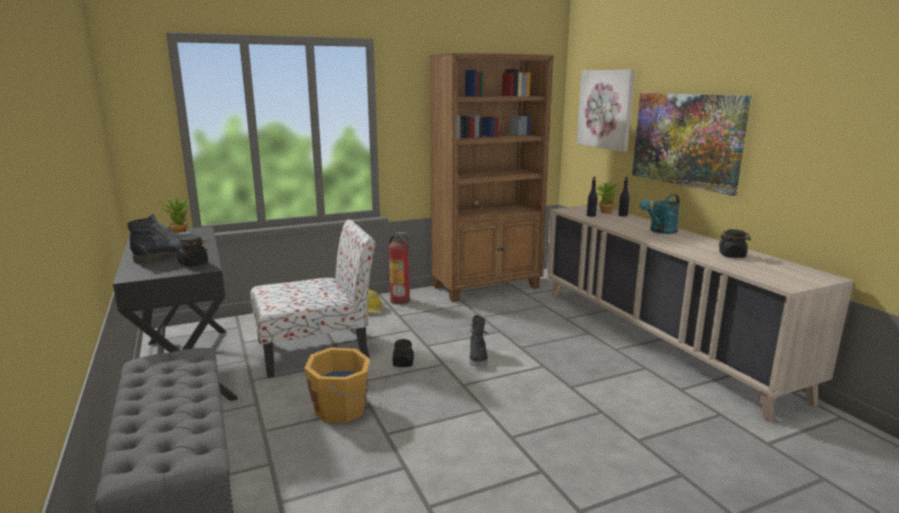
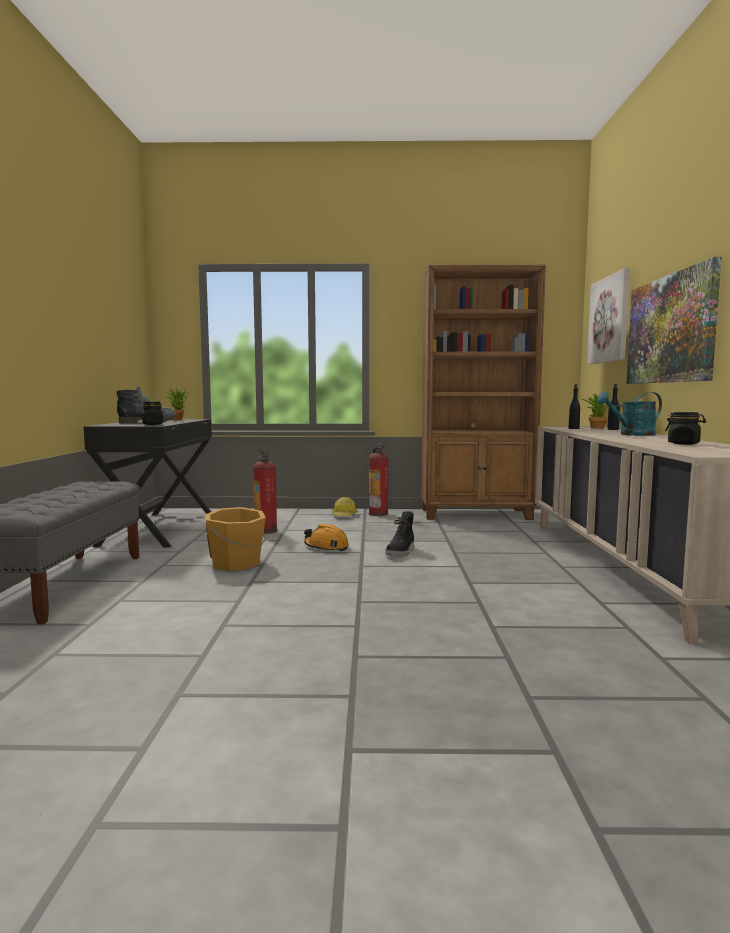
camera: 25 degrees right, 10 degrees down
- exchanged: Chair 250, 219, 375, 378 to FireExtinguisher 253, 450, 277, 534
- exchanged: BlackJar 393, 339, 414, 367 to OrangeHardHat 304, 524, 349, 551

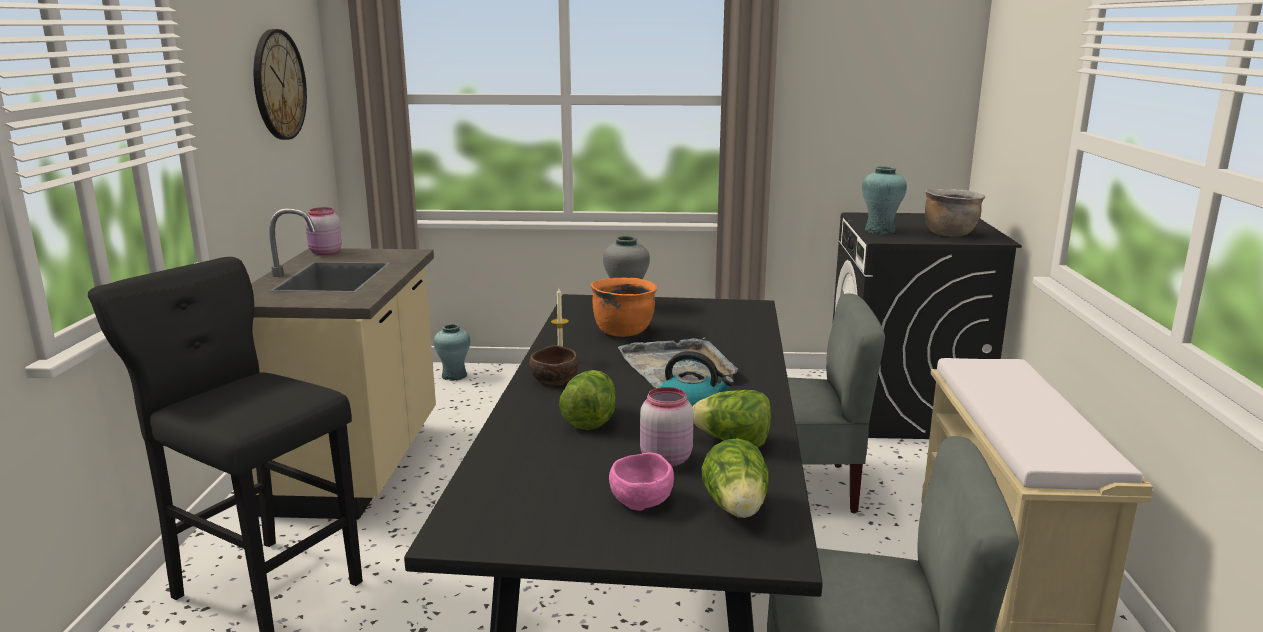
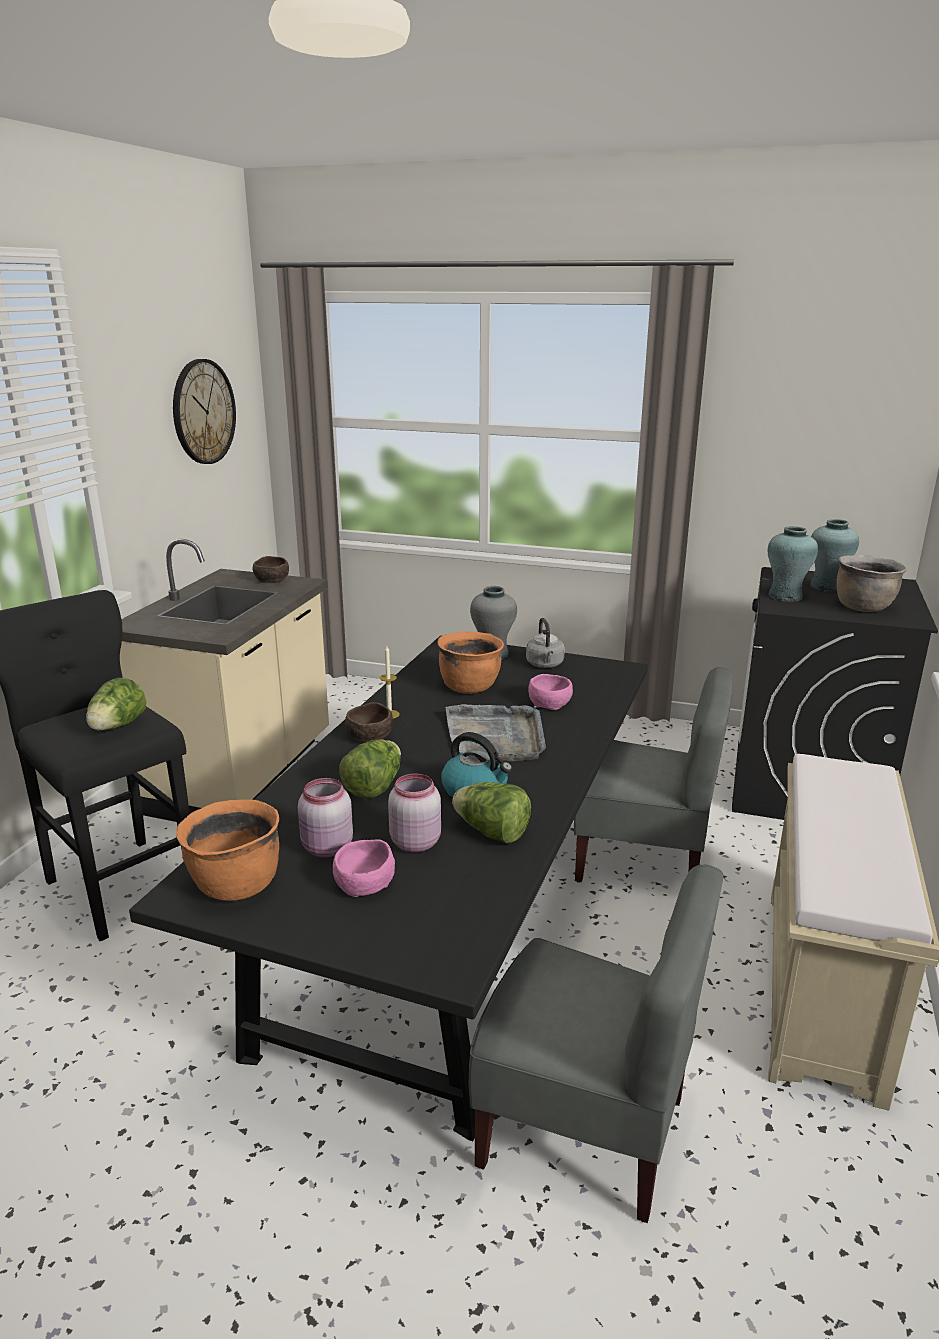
camera: 15 degrees right, 5 degrees up
- relocated: PinkJar 305, 207, 342, 255 to 298, 778, 353, 857
- relocated: TurquoiseVase 434, 324, 470, 381 to 810, 519, 859, 592
- relocated: Lettuce 701, 438, 769, 518 to 86, 678, 146, 731
- appeared: OrangeCookingPot 176, 799, 279, 901
- appeared: BrownBowl 253, 556, 289, 583
- appeared: GreyKettle 526, 618, 565, 668
- appeared: PinkBowl 528, 674, 573, 710

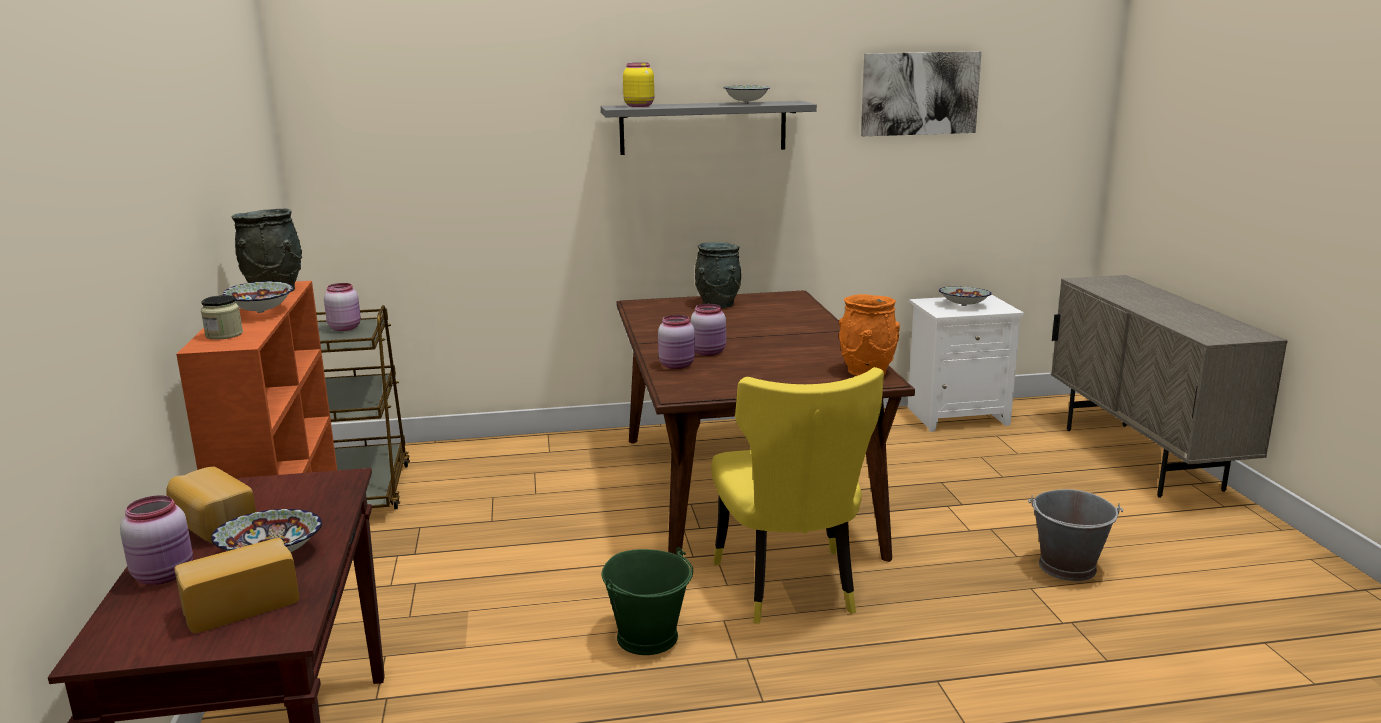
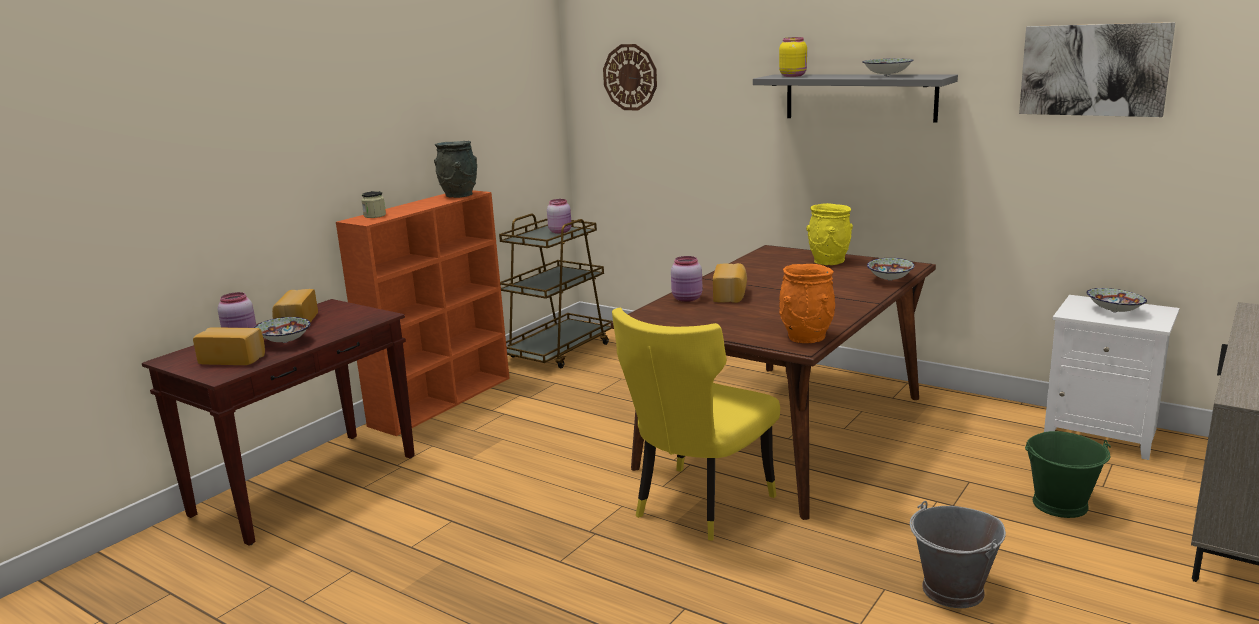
camera: 45 degrees right, 0 degrees up
- relocated: Bowl 223, 281, 293, 313 to 867, 258, 915, 281
- relocated: GreenBucket 602, 547, 693, 655 to 1025, 431, 1111, 518
- exchanged: PinkJar 691, 304, 726, 356 to Bread 713, 263, 747, 303
- colour: GreyVase 695, 242, 741, 308 to YellowVase 806, 203, 853, 265
- appeared: WallClock 603, 44, 657, 111

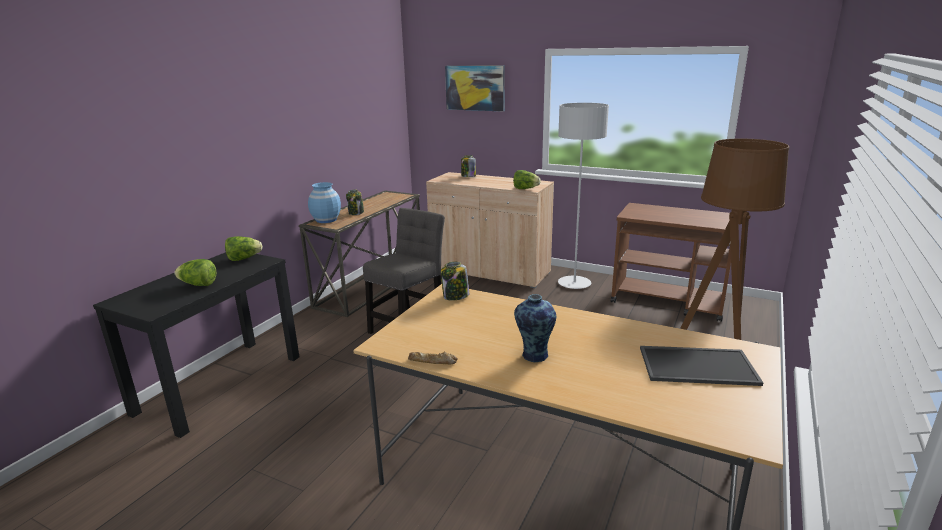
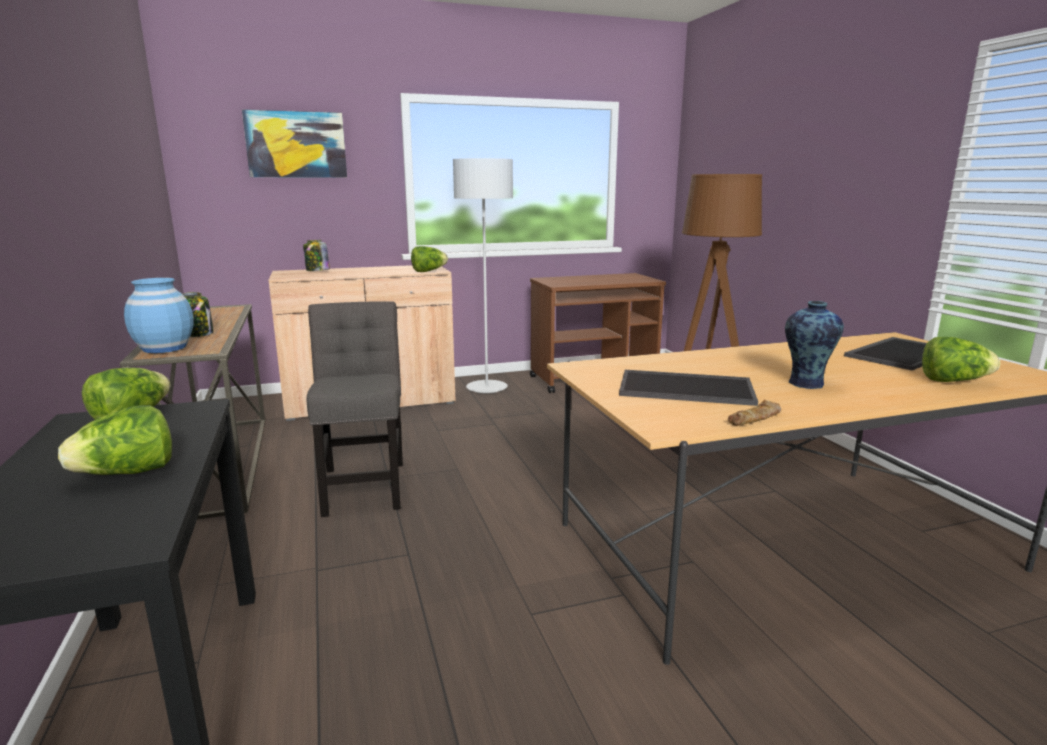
camera: 45 degrees left, 5 degrees down
- missing: Jar 441, 262, 469, 301
- appeared: Tray 619, 370, 758, 406
- appeared: Lettuce 922, 337, 1000, 382

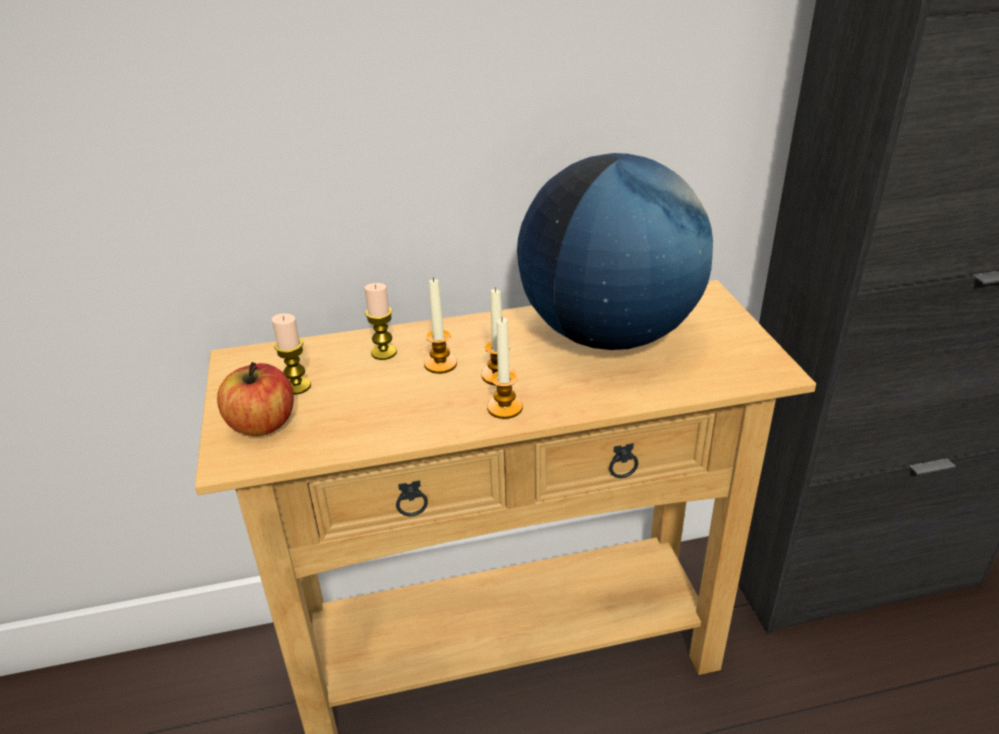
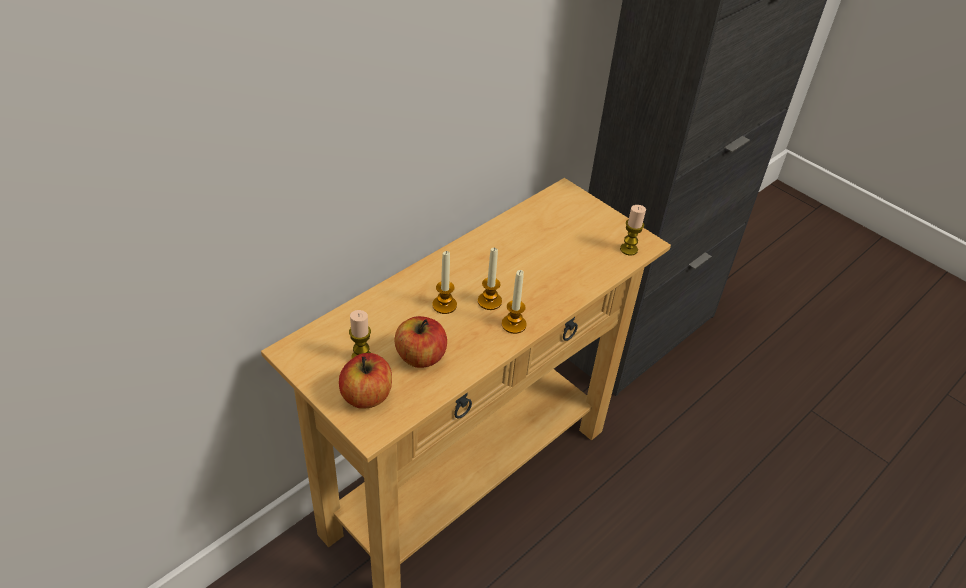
camera: 35 degrees left, 10 degrees up
- relocated: Candle 364, 283, 397, 360 to 620, 205, 646, 256
- missing: Globe 517, 153, 713, 350
- appeared: Apple 394, 316, 447, 368

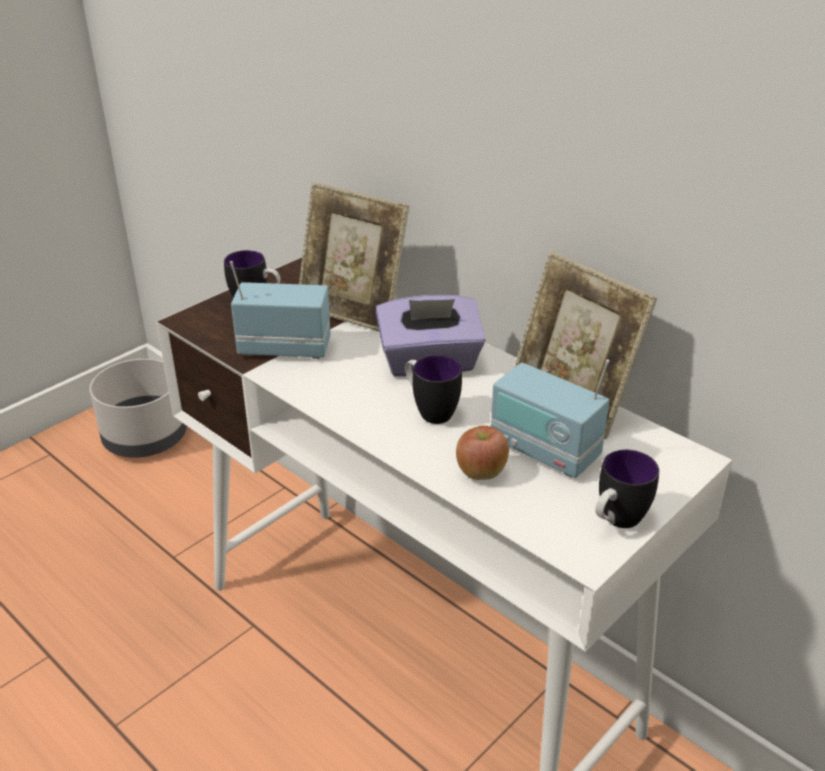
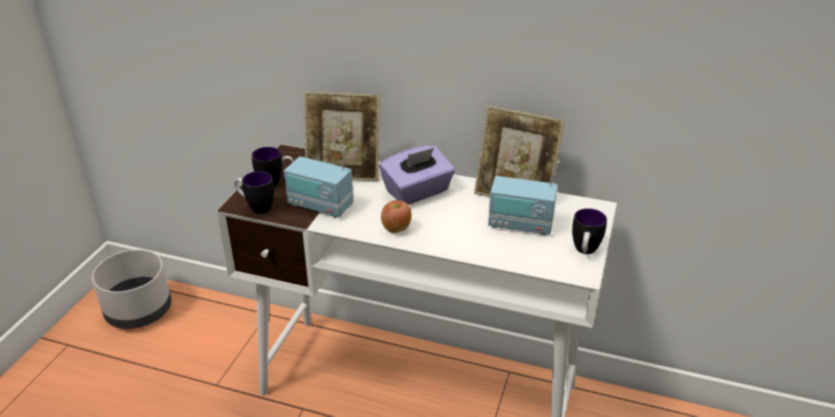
camera: 25 degrees left, 0 degrees up
- spun: Radio 230, 261, 331, 359 = 284, 146, 354, 218 135 degrees counterclockwise
- relocated: Mug 405, 355, 462, 424 to 234, 171, 274, 214
- relocated: Apple 456, 426, 509, 480 to 381, 200, 412, 233

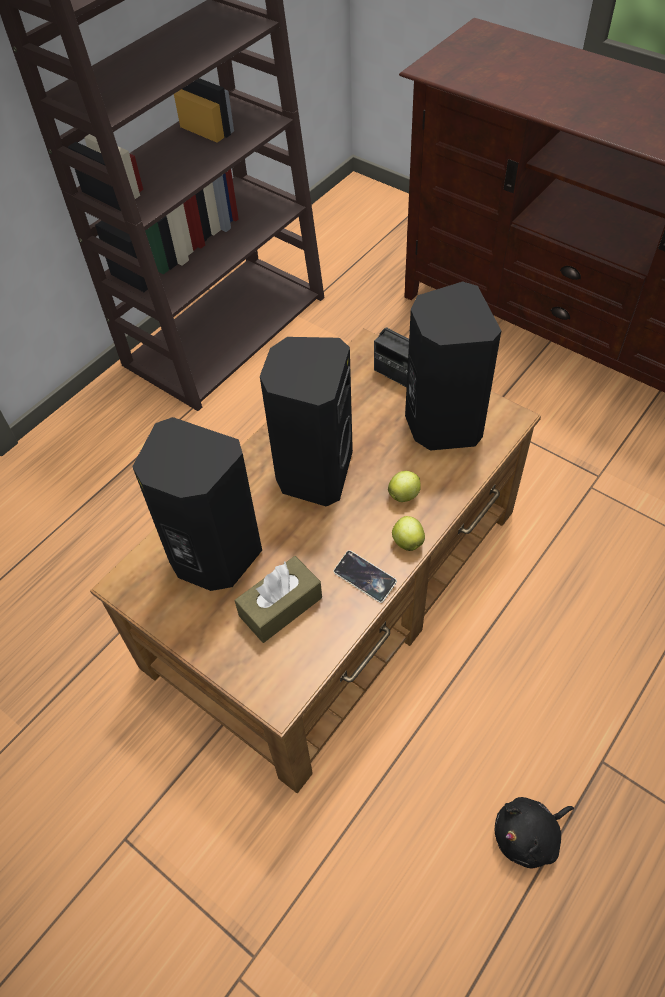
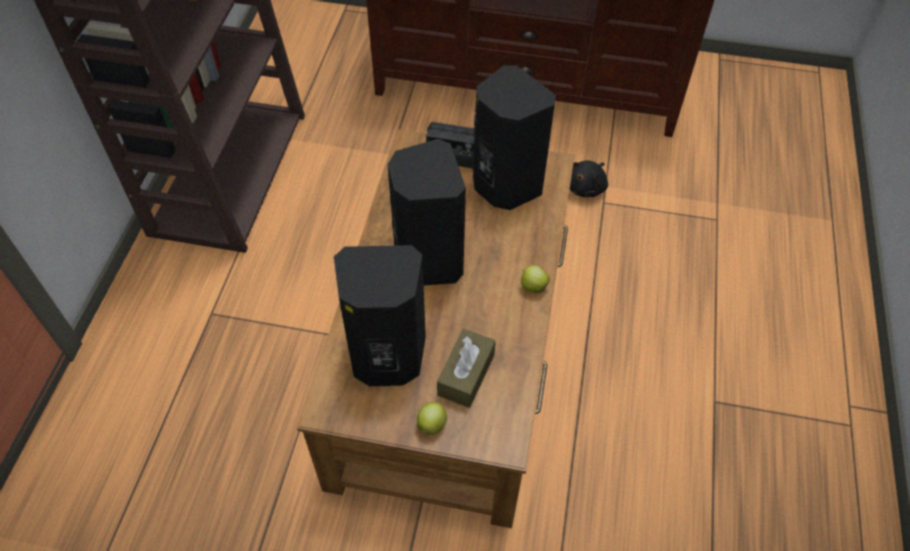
camera: 30 degrees left, 0 degrees up
- missing: Phone 333, 550, 397, 603
- relocated: Apple 388, 471, 421, 502 to 417, 402, 447, 435
- relocated: BlackPlushToy 495, 797, 574, 868 to 570, 160, 608, 197

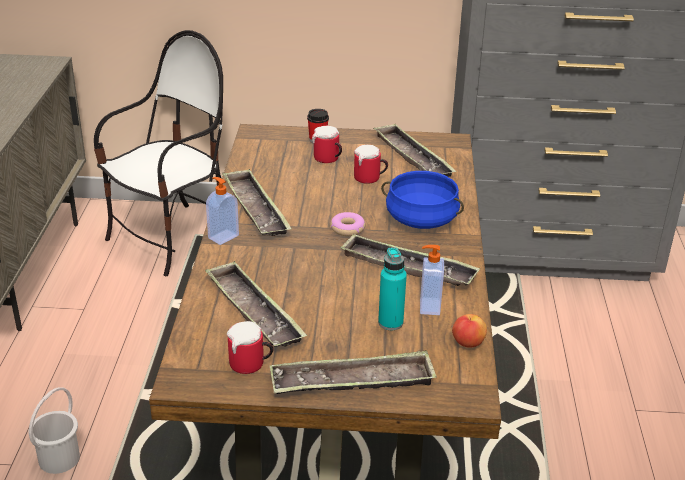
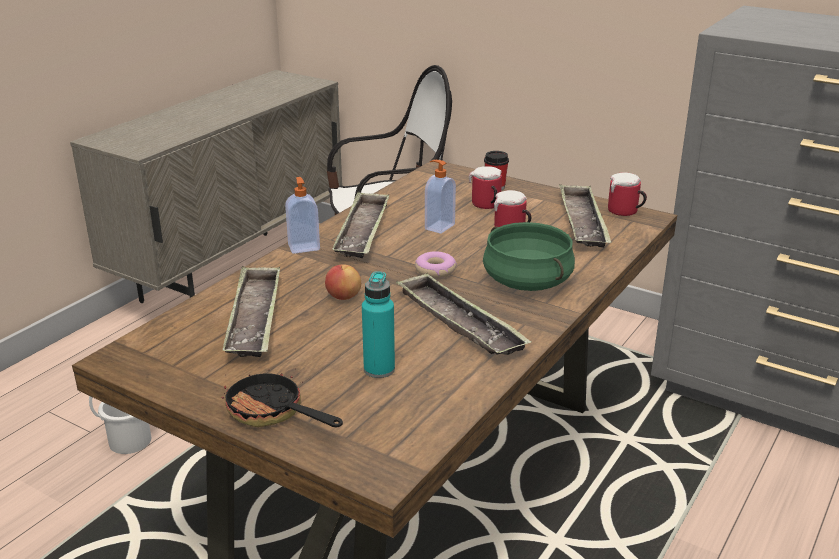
camera: 30 degrees right, 5 degrees down
- relocated: Mug 227, 321, 273, 374 to 608, 172, 647, 216
- exchanged: Tray 270, 350, 437, 394 to FryingPan 221, 368, 343, 427
- colour: BlueCookingPot 381, 171, 464, 229 to GreenCookingPot 483, 222, 575, 291
- relocated: SoapDispenser 420, 245, 444, 315 to 425, 160, 456, 234
- relocated: Apple 452, 314, 487, 348 to 325, 264, 361, 300

